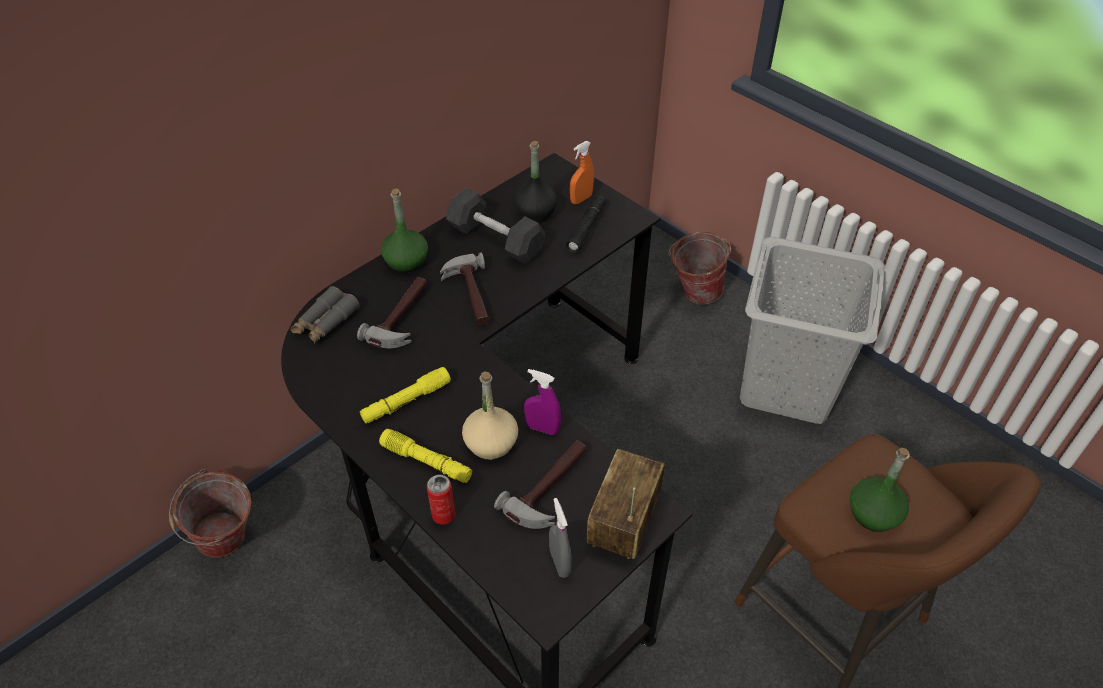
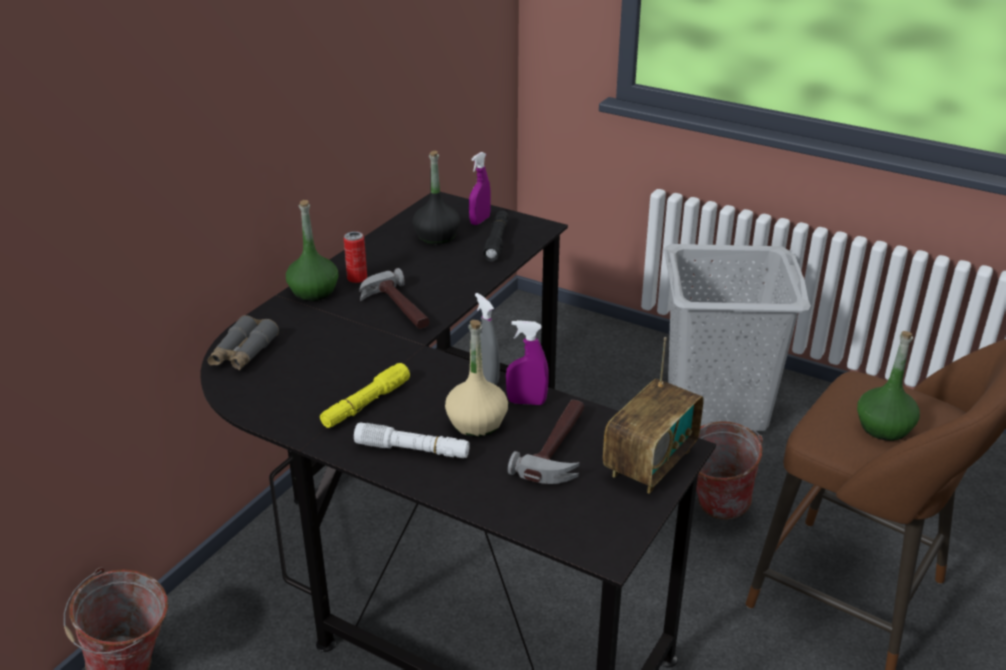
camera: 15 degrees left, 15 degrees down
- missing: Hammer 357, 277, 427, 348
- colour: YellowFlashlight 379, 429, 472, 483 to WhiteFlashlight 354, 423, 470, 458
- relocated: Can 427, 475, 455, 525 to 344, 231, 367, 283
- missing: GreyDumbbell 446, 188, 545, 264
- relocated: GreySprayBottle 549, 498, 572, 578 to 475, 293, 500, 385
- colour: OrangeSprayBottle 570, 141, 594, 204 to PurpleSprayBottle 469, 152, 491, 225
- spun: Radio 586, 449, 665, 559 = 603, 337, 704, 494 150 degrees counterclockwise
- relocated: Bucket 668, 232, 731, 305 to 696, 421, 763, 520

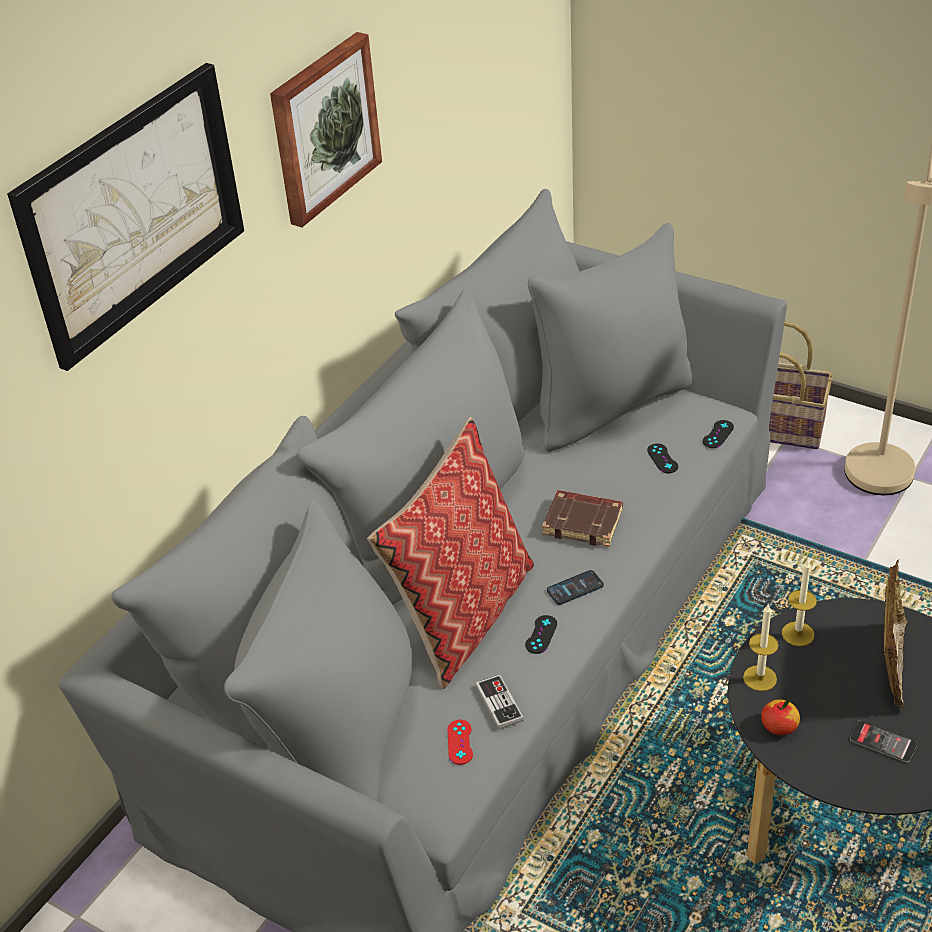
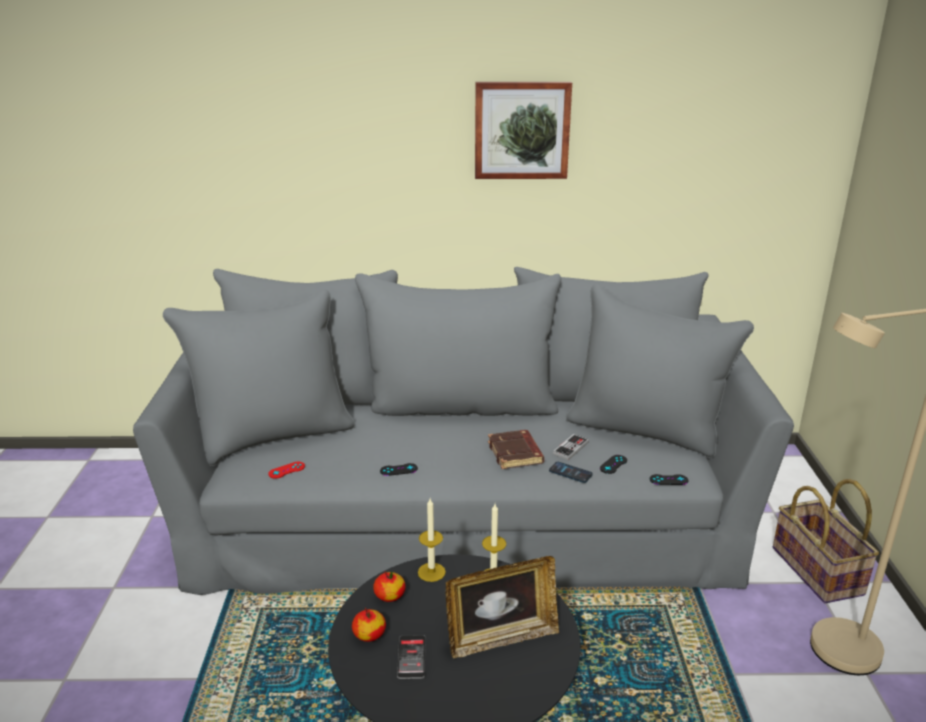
camera: 55 degrees right, 15 degrees down
- missing: Picture 7, 63, 244, 371
- missing: Pillow 367, 417, 534, 690
- relocated: GameController 475, 674, 524, 730 to 553, 434, 589, 460
- relocated: Phone 547, 570, 604, 605 to 549, 462, 593, 483
- appeared: Apple 352, 608, 386, 642

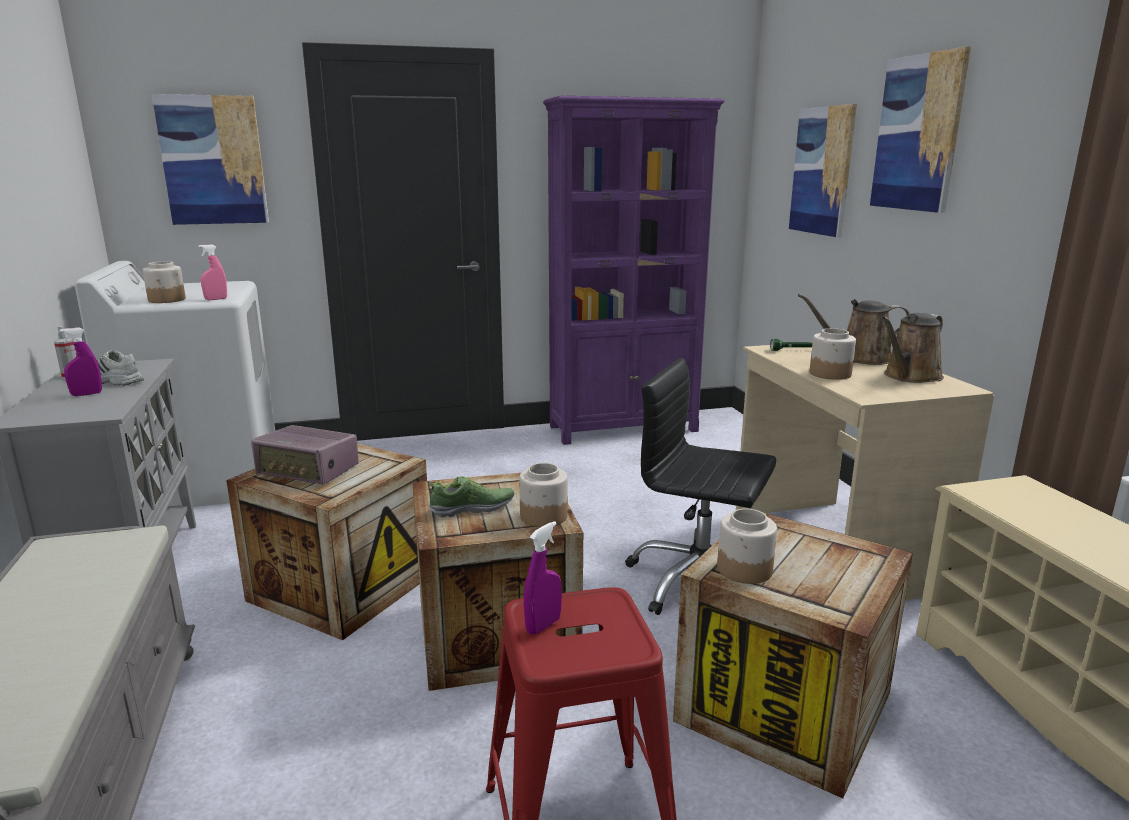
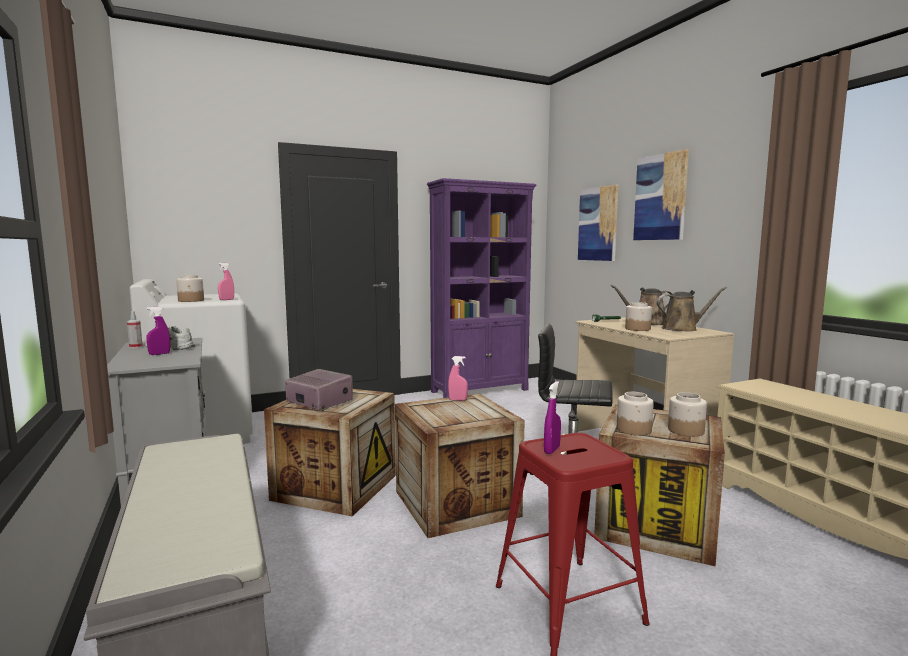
camera: 10 degrees left, 10 degrees down
- missing: Picture 152, 94, 269, 225
- spun: Radio 251, 425, 359, 485 = 285, 369, 353, 410 150 degrees counterclockwise
- missing: Shoe 428, 476, 514, 518
- relocated: Jar 519, 463, 568, 527 to 668, 392, 707, 437
- spun: BrownWateringCan 882, 313, 944, 383 = 656, 287, 727, 331 135 degrees counterclockwise
- appeared: PinkSprayBottle 448, 356, 468, 401

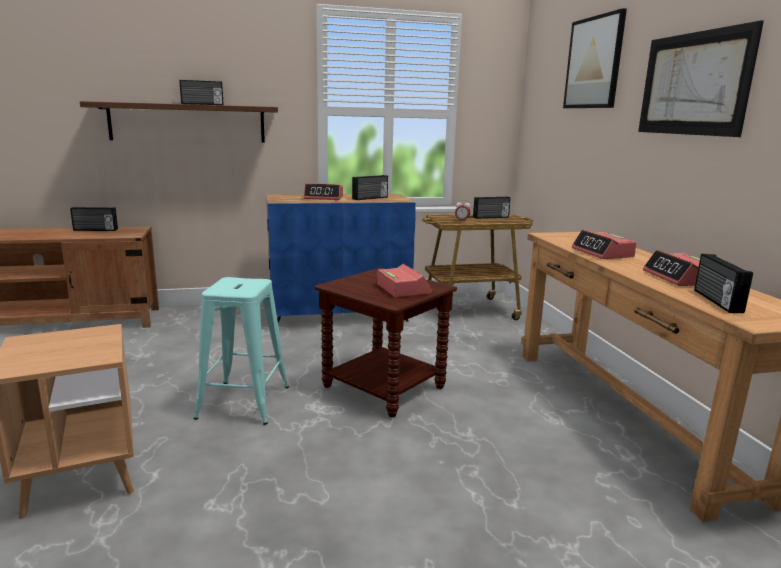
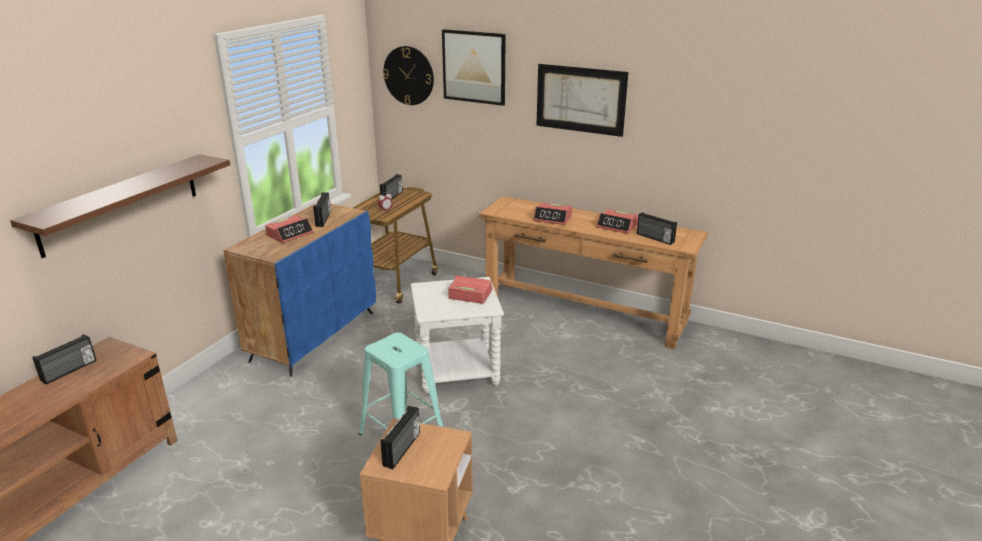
camera: 50 degrees left, 10 degrees up
- relocated: Radio 179, 80, 224, 105 to 381, 406, 420, 469
- colour: BrownSideTable 315, 268, 457, 417 to WhiteSideTable 411, 277, 504, 393
- appeared: WallClock 383, 46, 434, 105

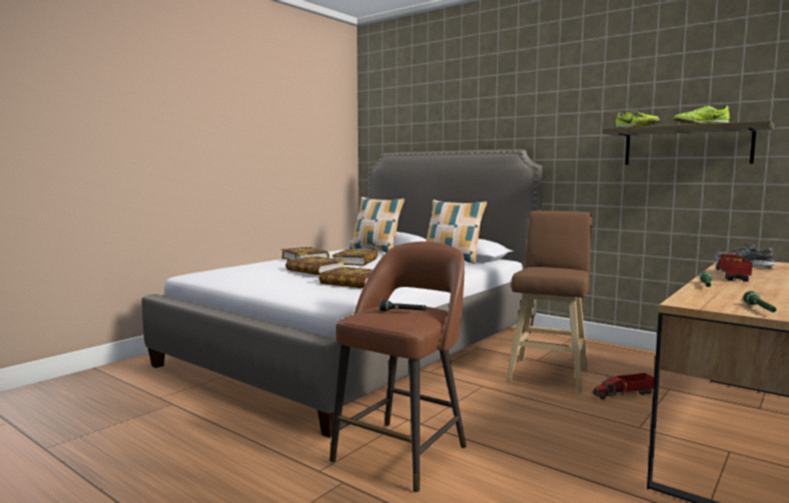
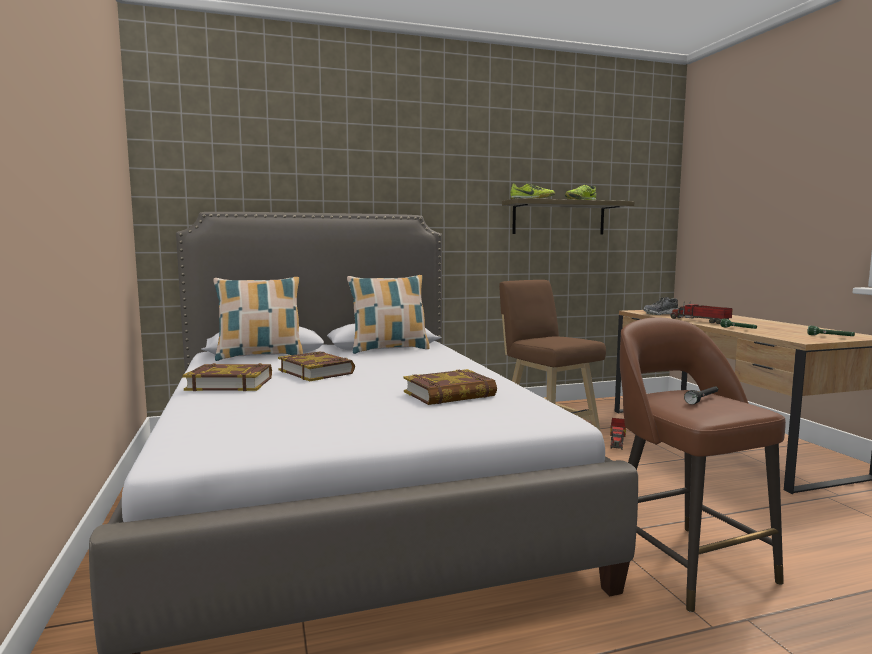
camera: 55 degrees left, 0 degrees up
- missing: Book 285, 256, 346, 275

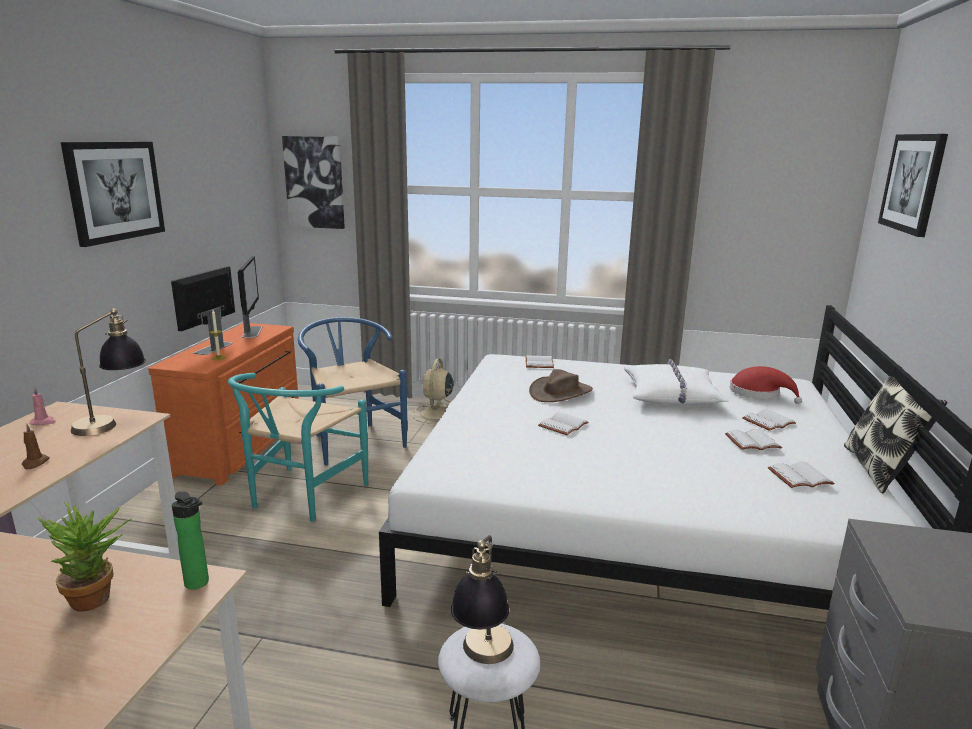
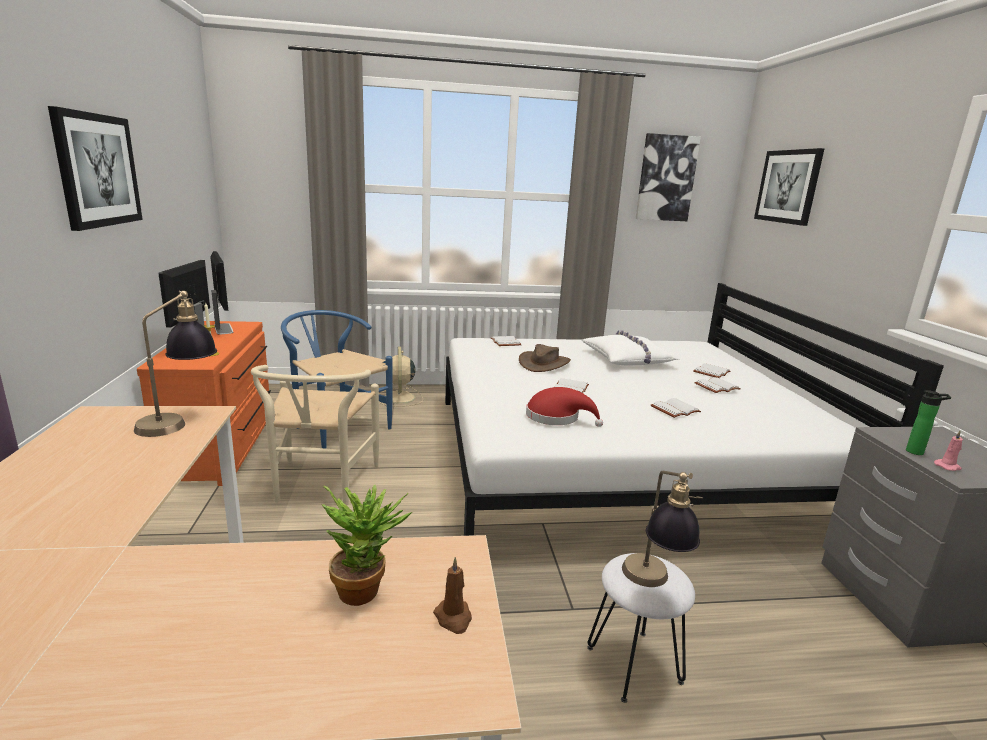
camera: 20 degrees left, 0 degrees up
- relocated: BrownCandle 21, 424, 50, 469 to 433, 557, 472, 634
- relocated: PinkCandle 30, 388, 56, 425 to 934, 431, 963, 471
- relocated: Bottle 172, 492, 209, 590 to 906, 390, 951, 455
- colour: TurquoiseChair 228, 373, 368, 522 to BeigeChair 251, 365, 379, 505
- relocated: Picture 282, 136, 345, 229 to 636, 133, 701, 221
- relocated: RedHat 730, 366, 802, 404 to 526, 387, 603, 427
- relocated: WhiteBook 768, 462, 835, 488 to 651, 398, 701, 418
- missing: Pillow 844, 366, 947, 494

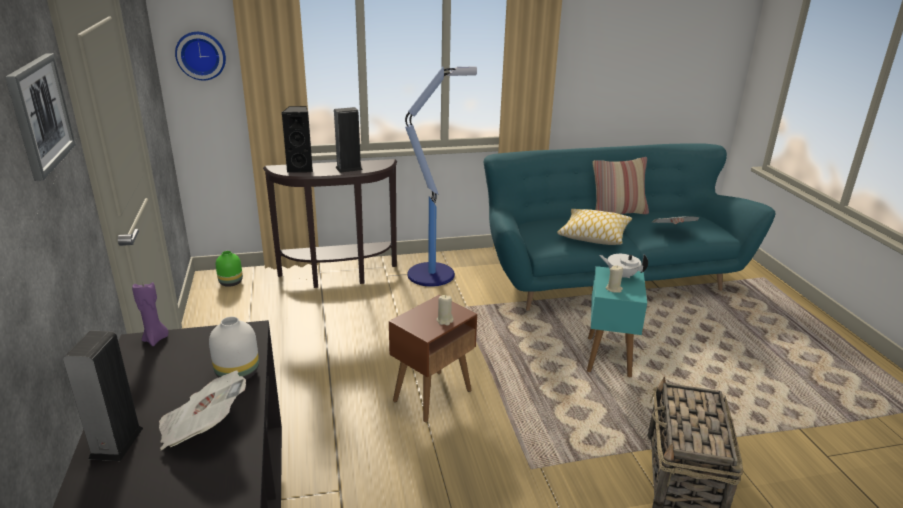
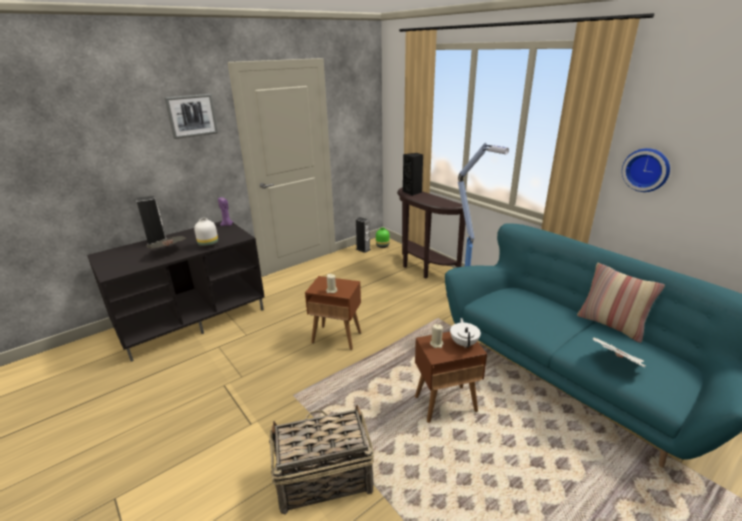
camera: 65 degrees right, 0 degrees up
- relocated: WallClock 175, 32, 226, 80 to 622, 148, 670, 192
- relocated: Speaker 334, 107, 362, 173 to 356, 217, 371, 253
- missing: Pillow 557, 209, 632, 245
- colour: TurquoiseSideTable 587, 266, 647, 377 to BrownSideTable 415, 332, 487, 423

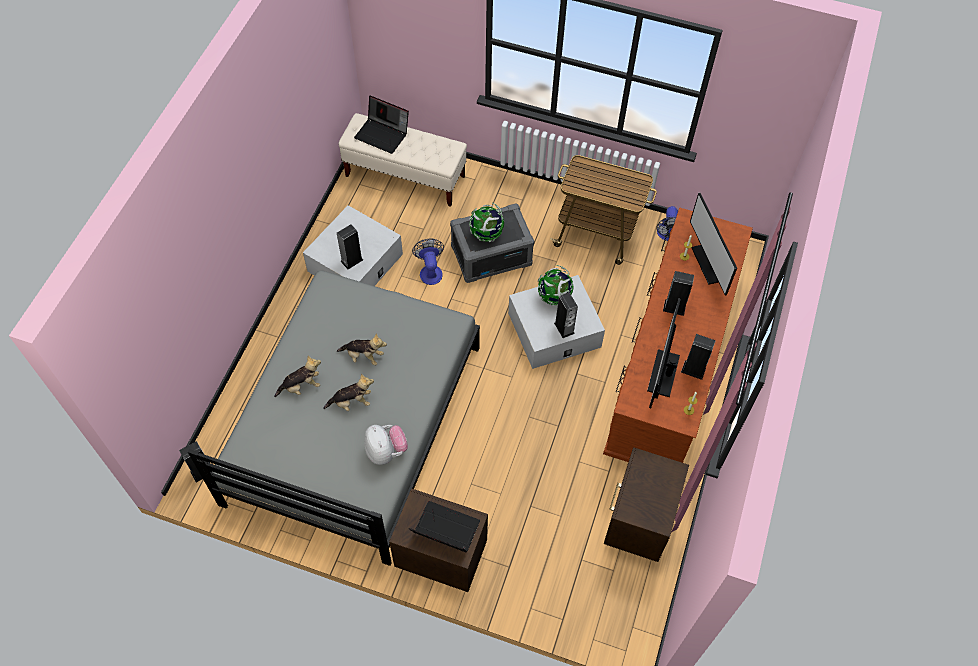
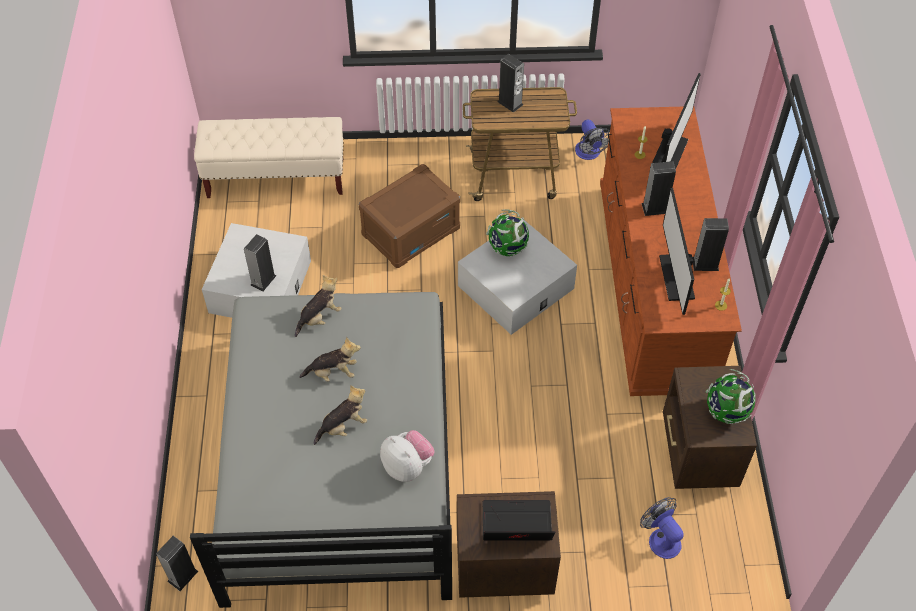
camera: 20 degrees left, 5 degrees down
- relocated: PlushToy 274, 356, 321, 397 to 295, 275, 342, 337
- missing: Laptop 354, 95, 409, 154
- relocated: Fan 412, 239, 444, 285 to 640, 497, 684, 559
- colour: GreyStorageBox 450, 203, 534, 283 to BrownStorageBox 359, 164, 460, 268
- relocated: Globe 469, 203, 504, 242 to 706, 369, 756, 424
- relocated: Speaker 554, 292, 578, 338 to 497, 54, 524, 113
- spun: Monitor 690, 193, 737, 296 = 650, 73, 701, 169 120 degrees counterclockwise

